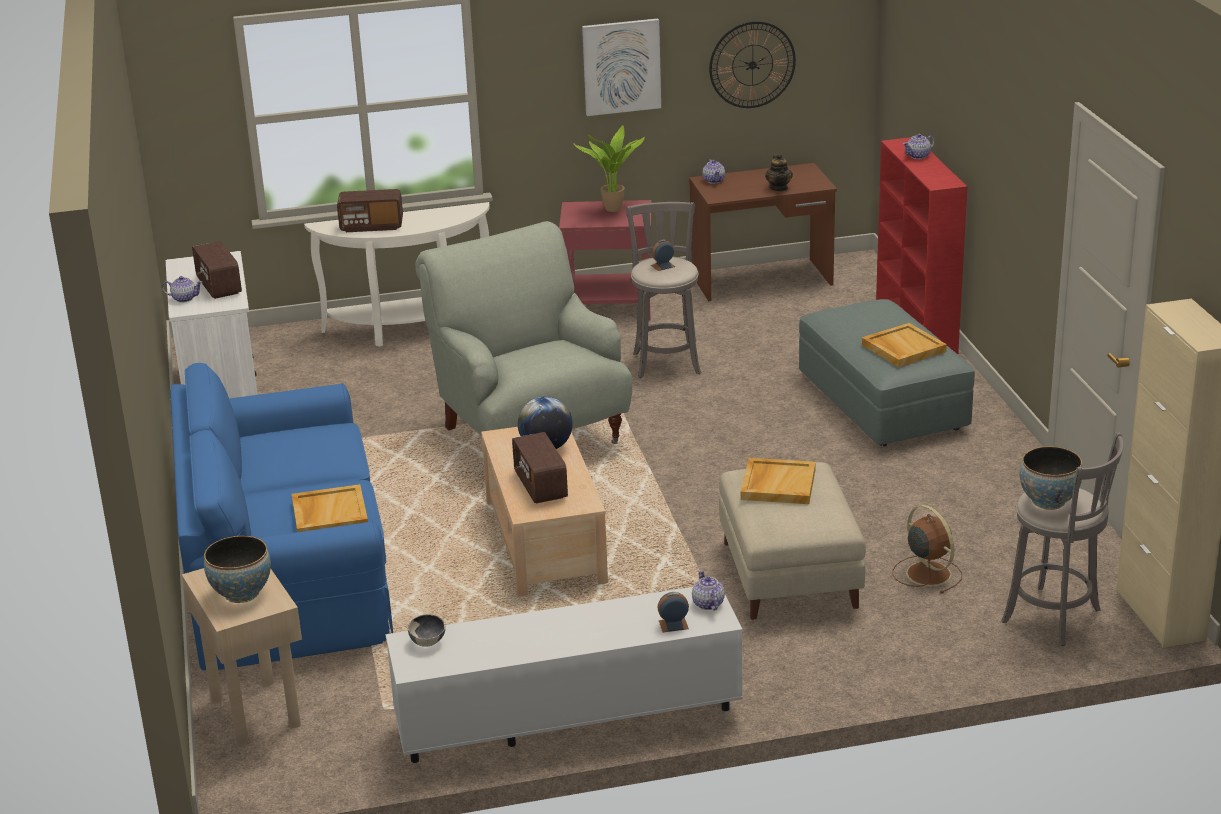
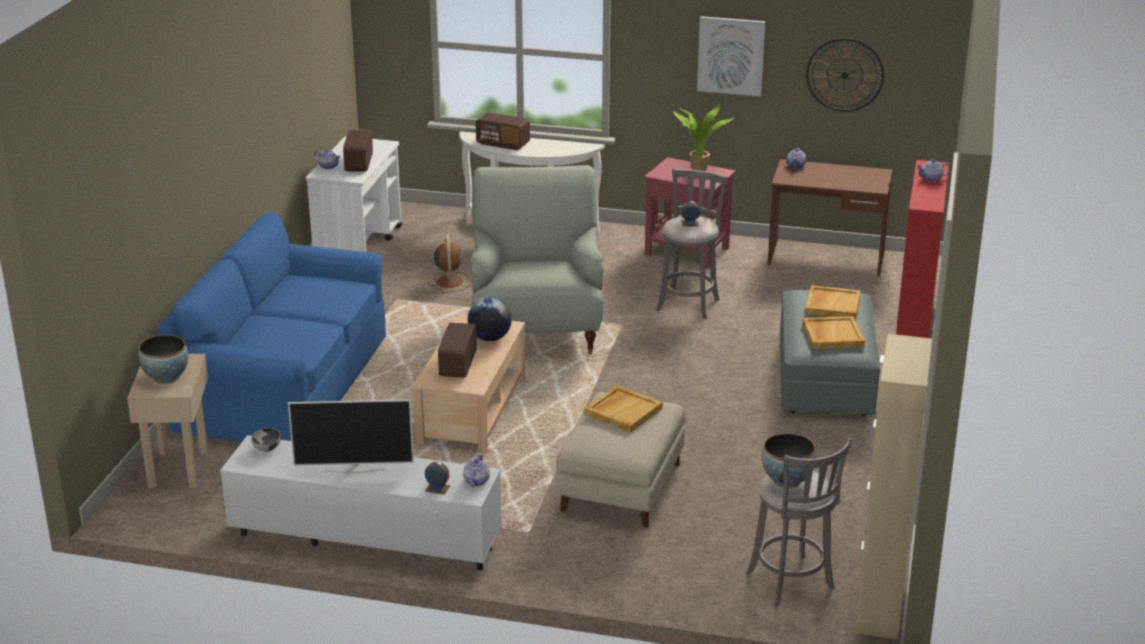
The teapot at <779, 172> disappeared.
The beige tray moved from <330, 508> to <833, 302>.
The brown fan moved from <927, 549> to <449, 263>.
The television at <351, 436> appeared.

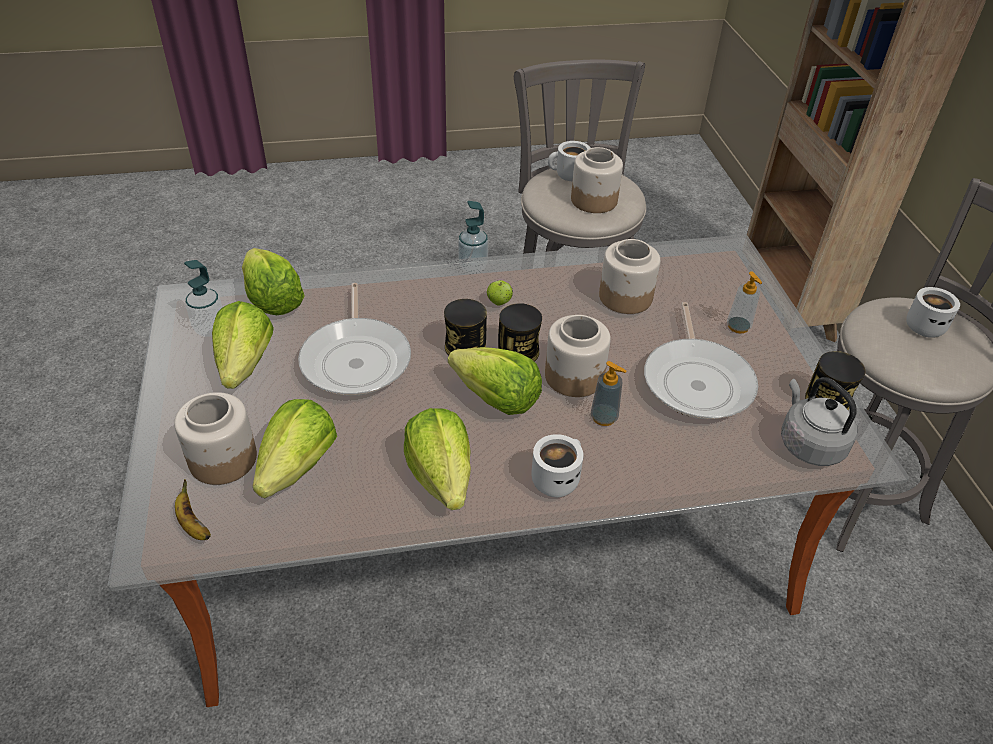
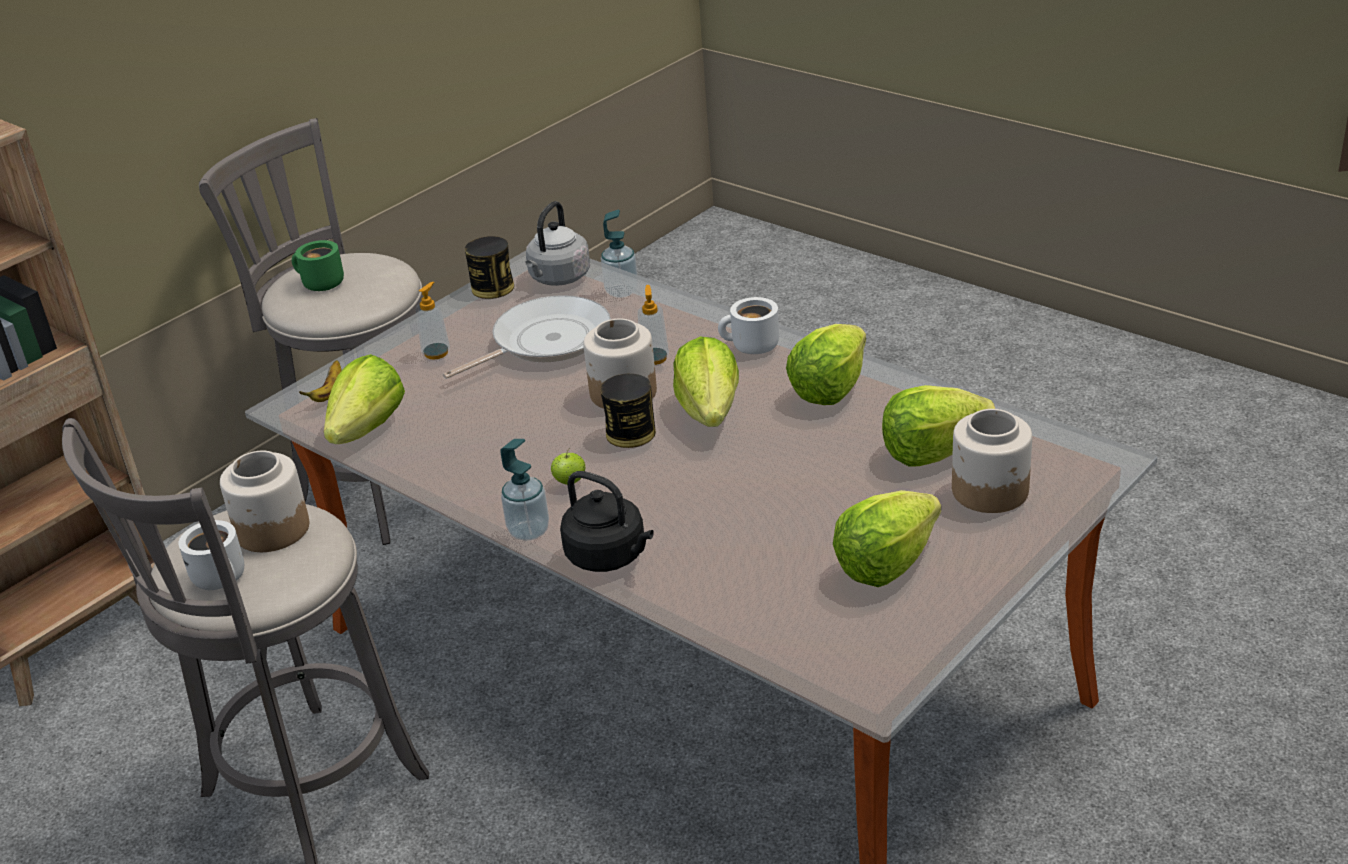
The jar at <629, 276> disappeared.
The lettuce moved from <273, 281> to <364, 399>.
The soap dispenser moved from <203, 298> to <619, 254>.
The frying pan at <354, 339> disappeared.
The white mug at <933, 312> became the green mug at <318, 265>.
The can at <465, 327> disappeared.
The banana moved from <193, 509> to <320, 381>.
The black kettle at <607, 521> appeared.

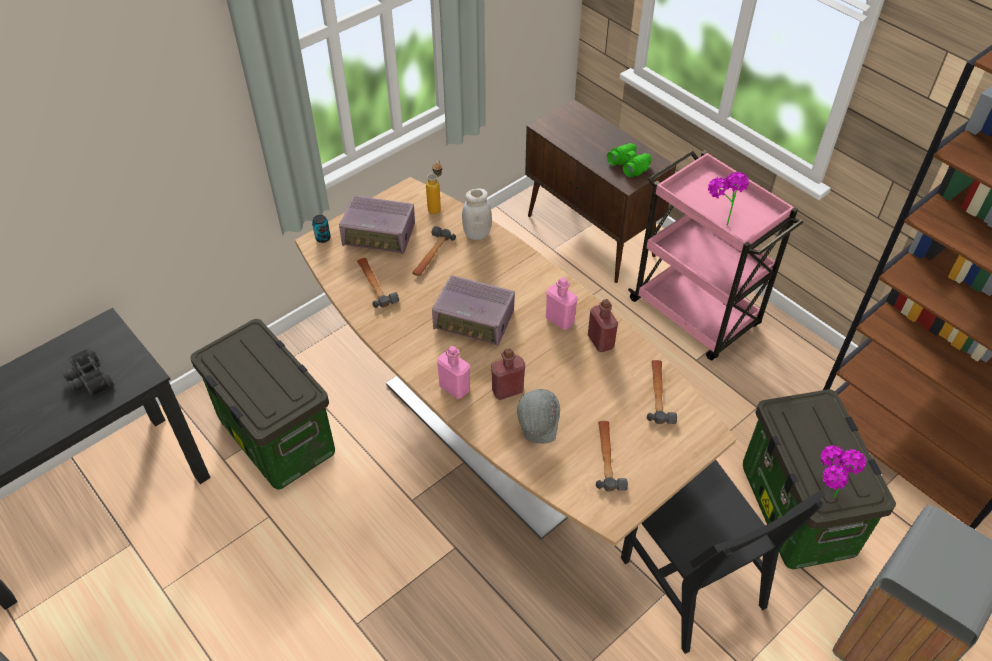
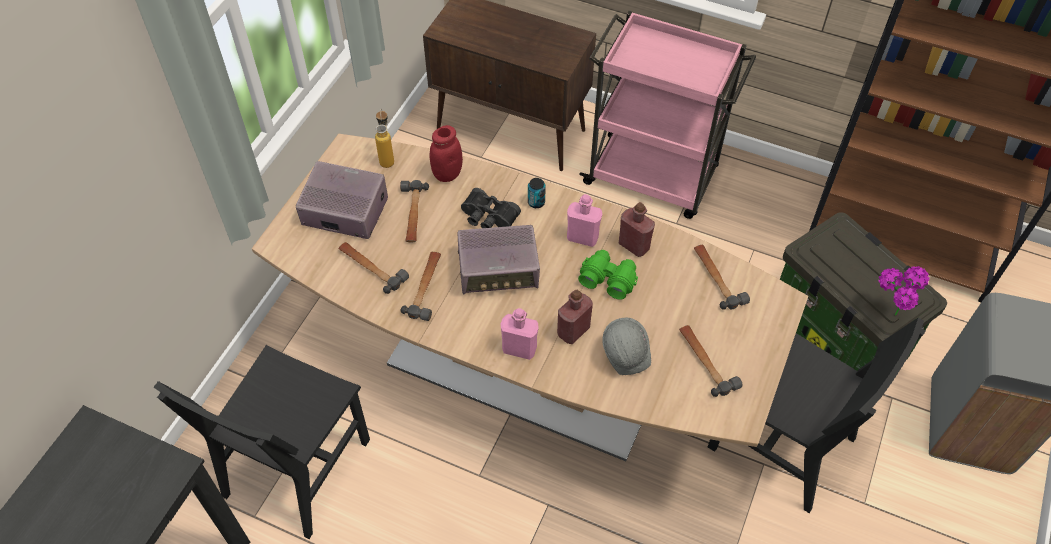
The green binoculars moved from <629, 160> to <608, 275>.
The potted plant at <728, 199> disappeared.
The white jar at <477, 214> became the red jar at <446, 153>.
The radio at <377, 225> turned 150 degrees counterclockwise.
The can moved from <321, 229> to <537, 193>.
The storage box at <262, 404> was replaced by the black chair at <261, 442>.
The black binoculars moved from <88, 372> to <491, 208>.
The hammer at <421, 286> appeared.

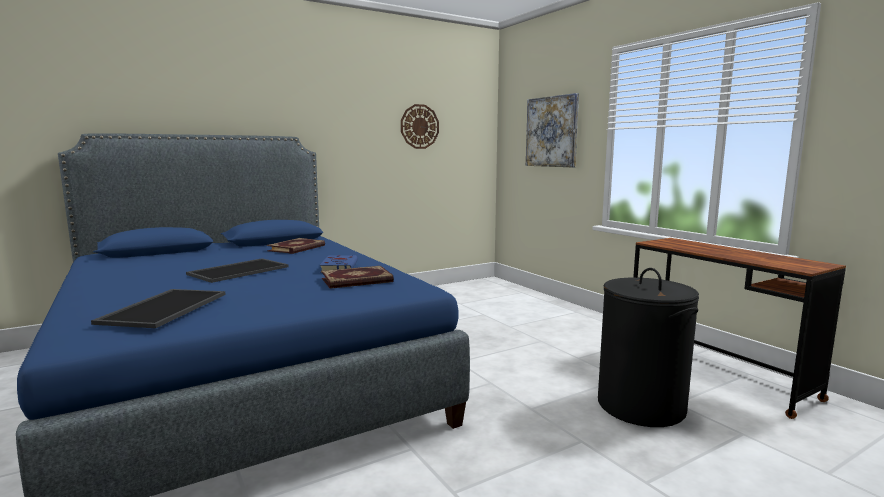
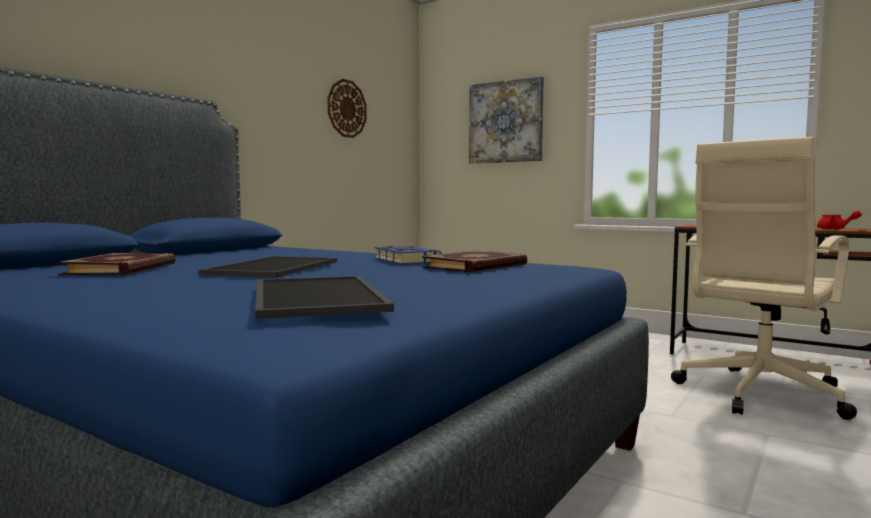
The book moved from <296, 246> to <116, 264>.
The black laundry basket at <648, 347> was replaced by the beige office chair at <764, 278>.
The red teapot at <839, 219> appeared.

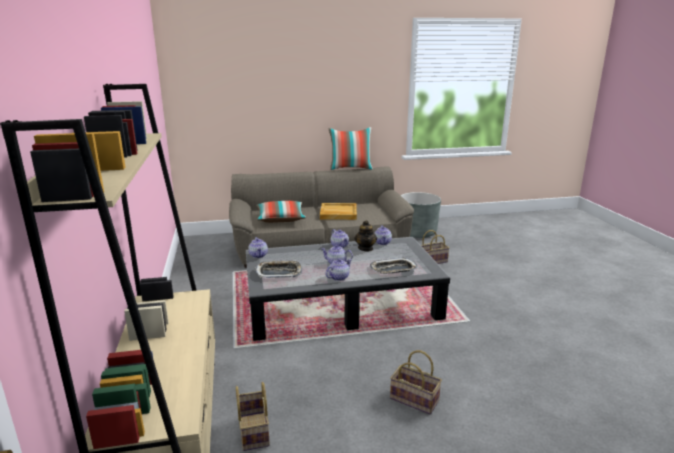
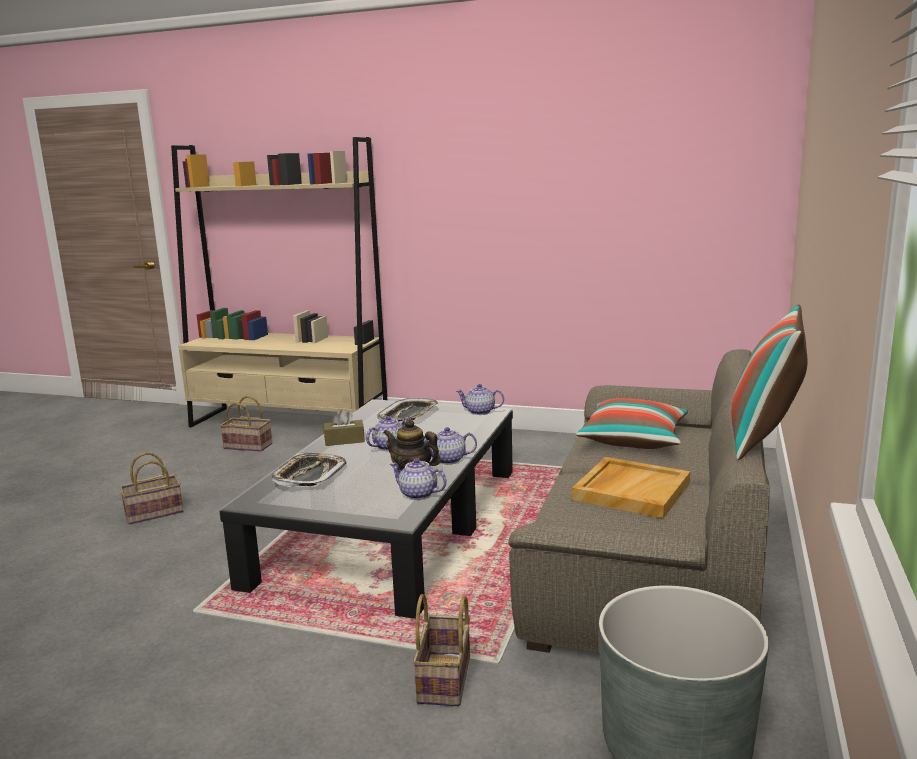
The teapot at <339, 270> was replaced by the brown tissue box at <344, 428>.

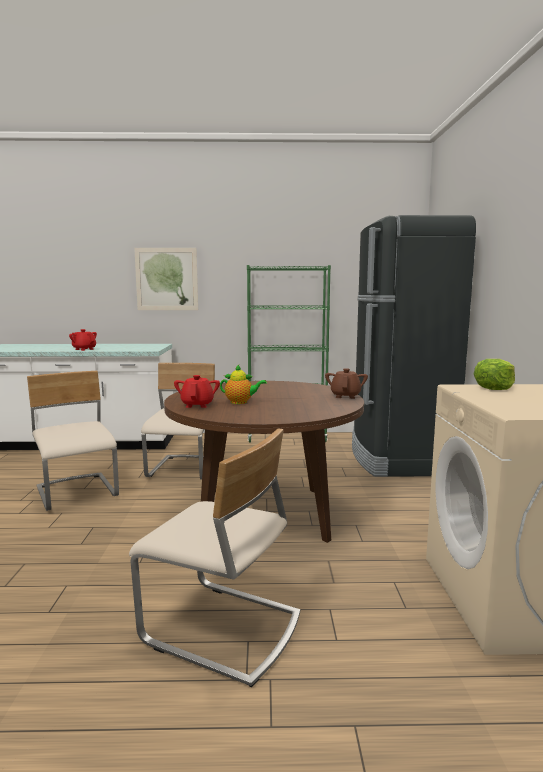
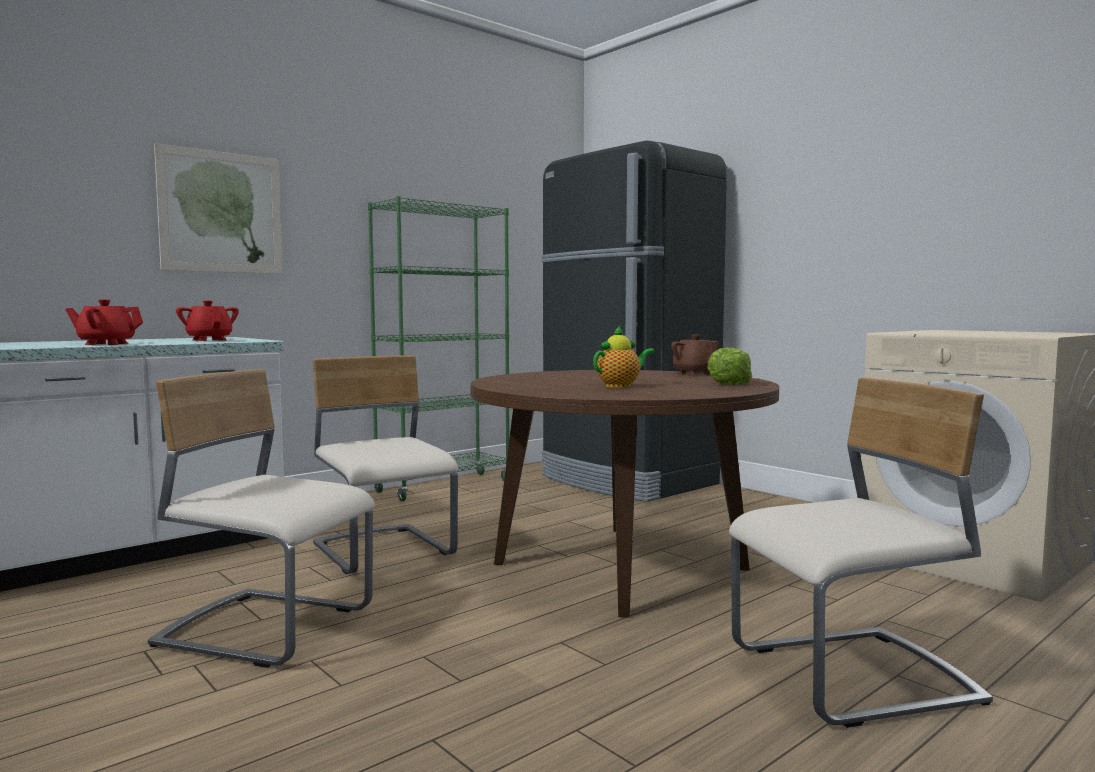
The lettuce moved from <494, 374> to <729, 366>.
The red teapot moved from <197, 391> to <207, 320>.

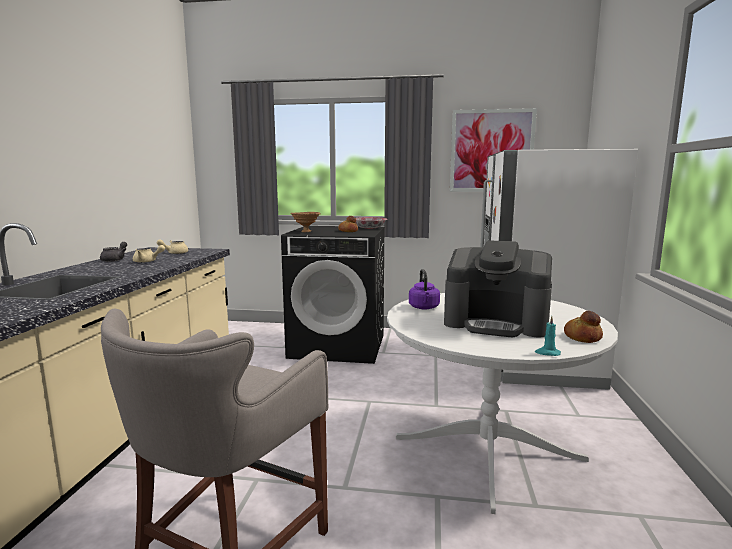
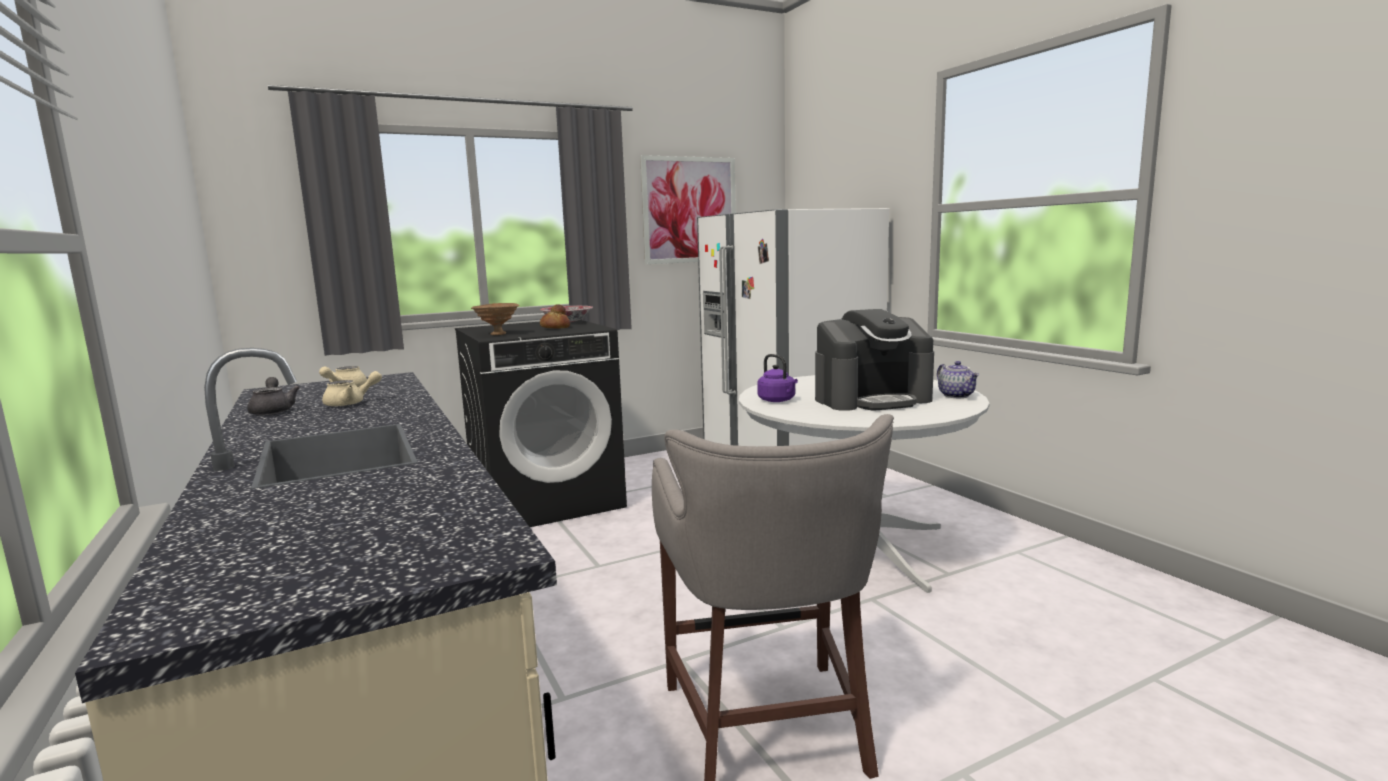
The bread at <583, 327> was replaced by the teapot at <958, 379>.
The turquoise candle at <548, 336> disappeared.

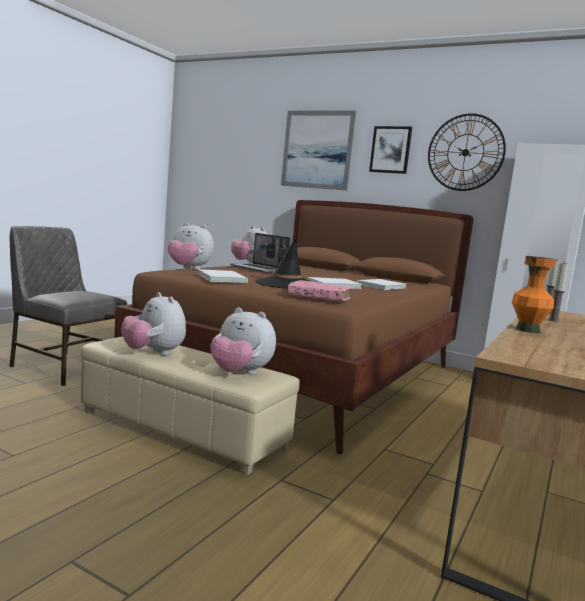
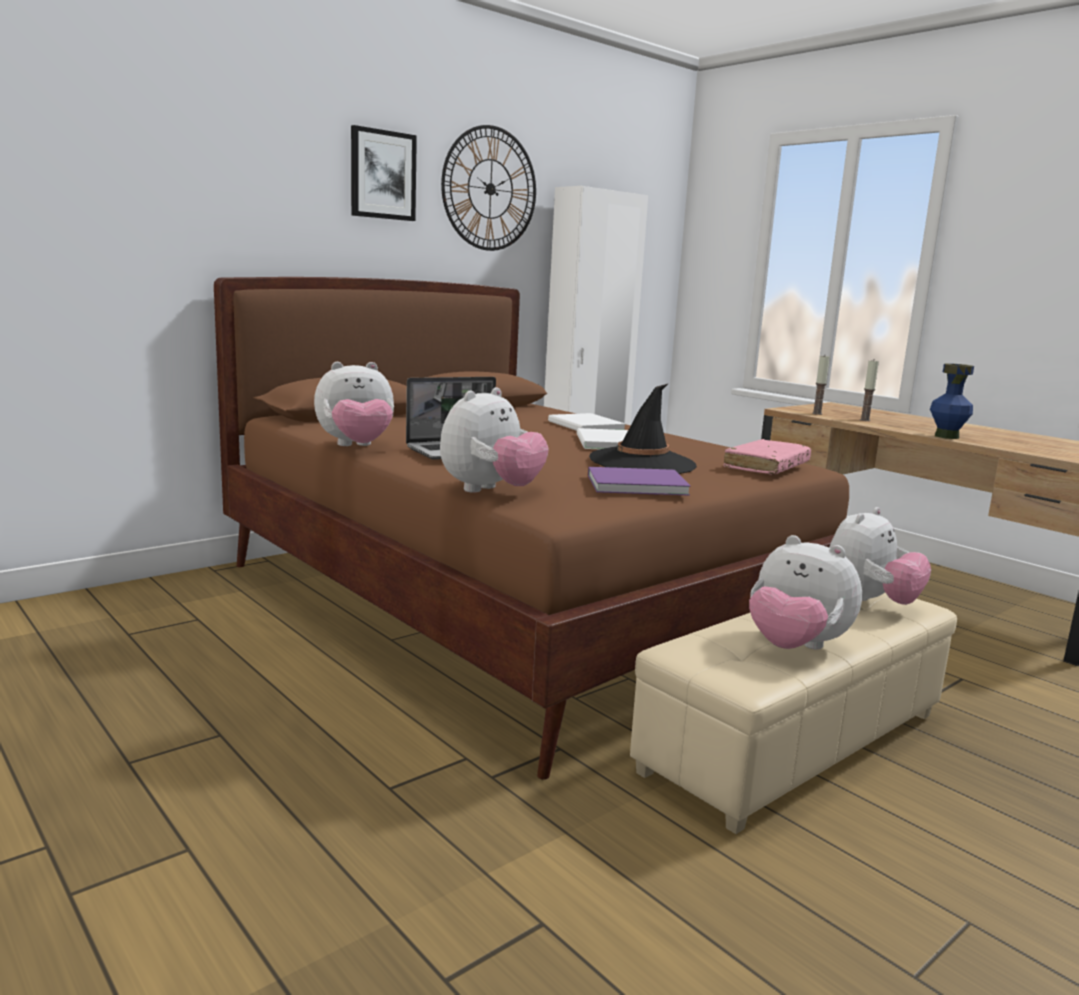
The picture at <318, 150> disappeared.
The grey chair at <68, 306> disappeared.
The orange vase at <534, 294> became the blue vase at <952, 401>.
The white book at <223, 276> became the purple book at <639, 481>.
The plush toy at <153, 324> turned 60 degrees clockwise.

